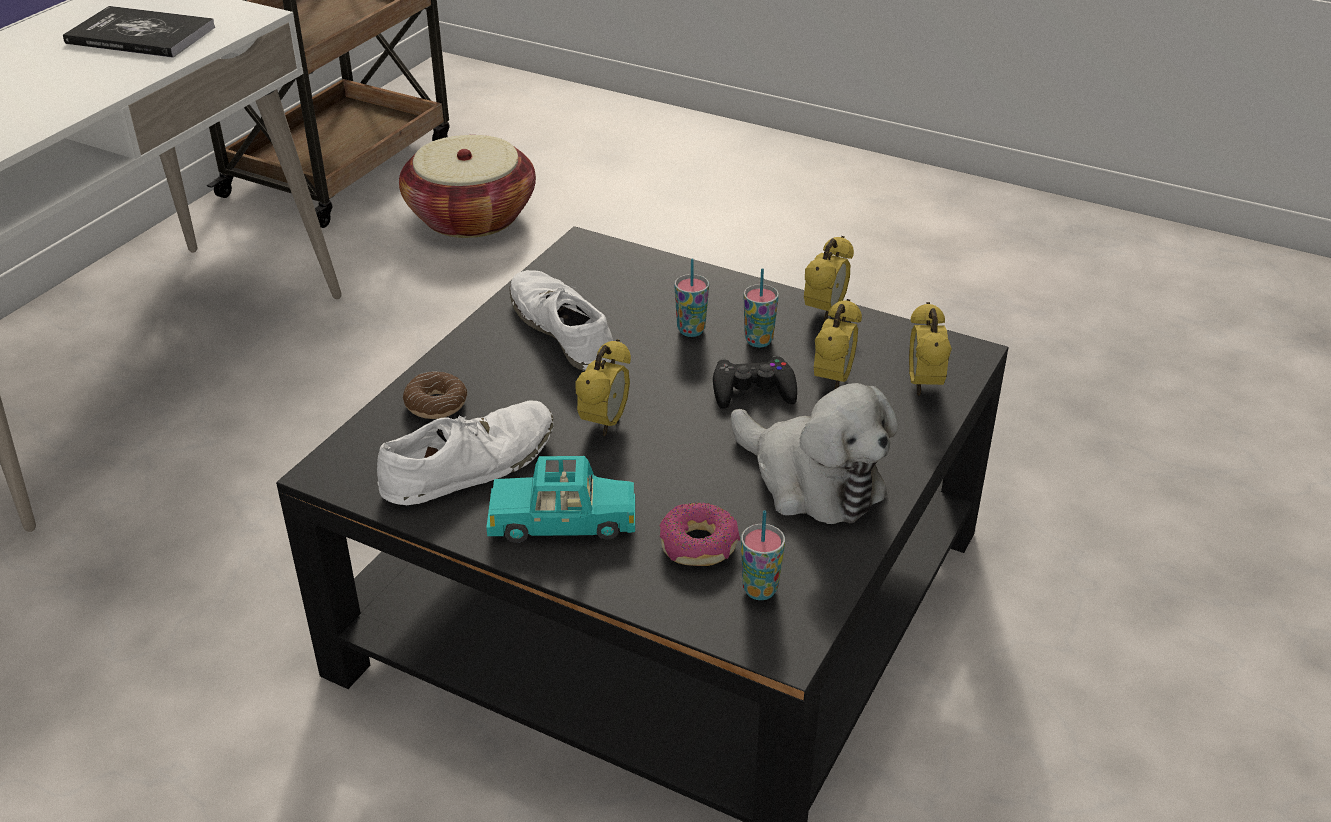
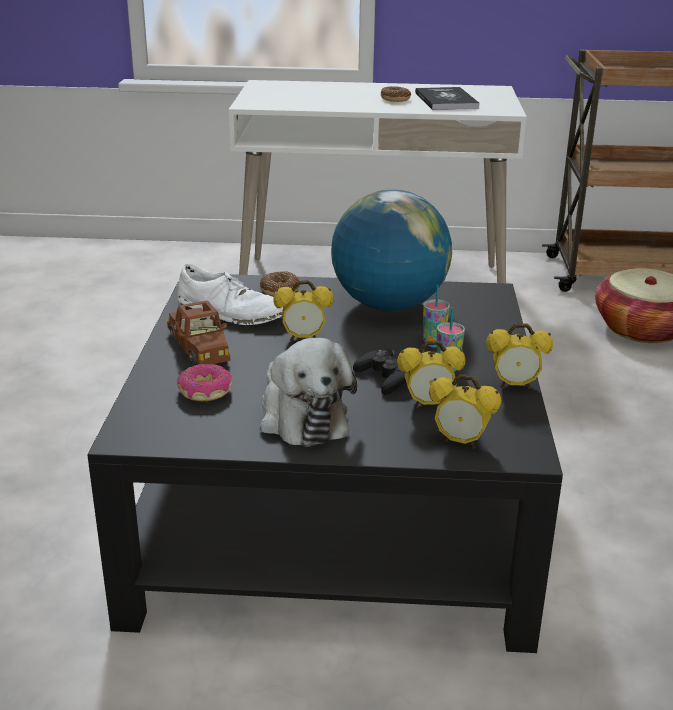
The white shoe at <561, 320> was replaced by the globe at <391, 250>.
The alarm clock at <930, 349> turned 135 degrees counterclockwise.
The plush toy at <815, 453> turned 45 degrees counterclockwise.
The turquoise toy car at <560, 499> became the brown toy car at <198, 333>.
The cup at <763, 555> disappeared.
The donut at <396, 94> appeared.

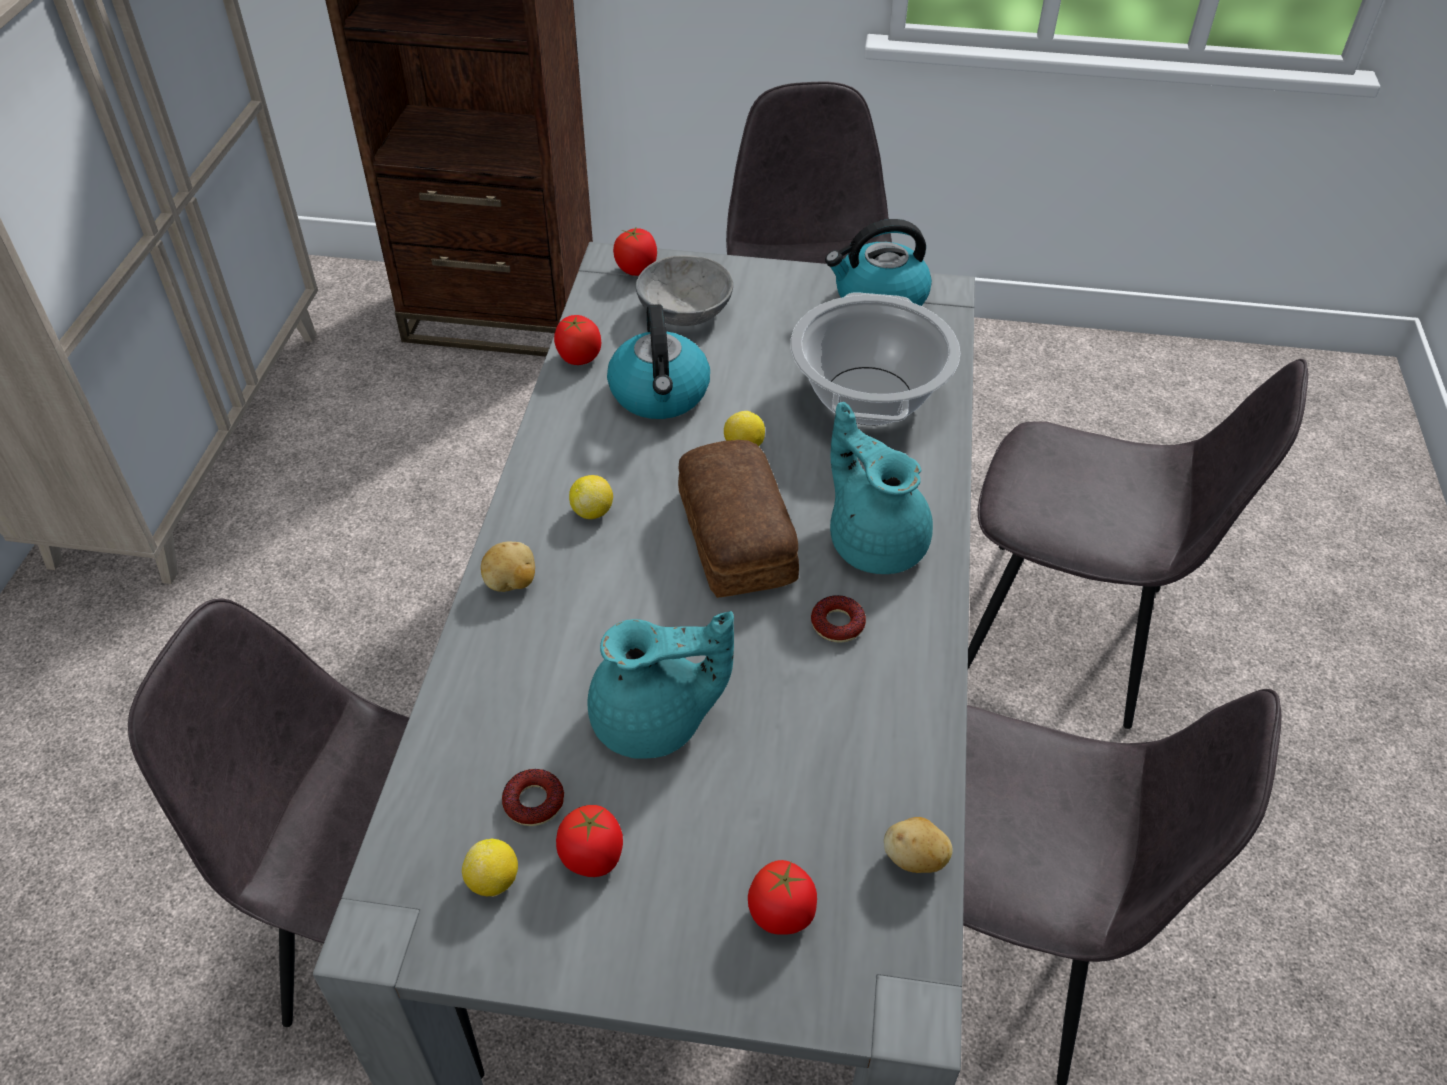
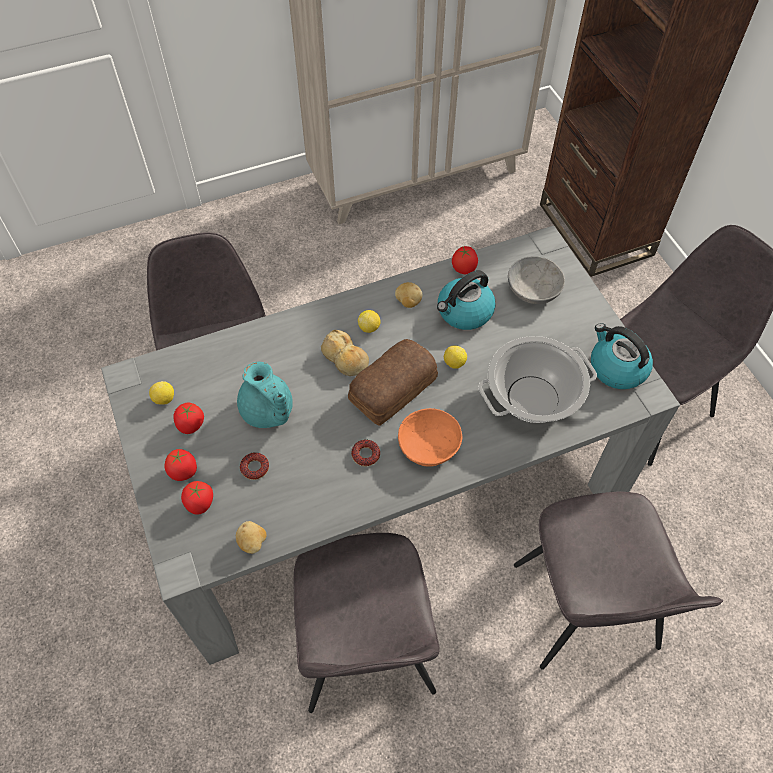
The tomato moved from <635, 252> to <181, 465>.
The turquoise teapot at <881, 488> was replaced by the orange bowl at <430, 437>.
The potato moved from <508, 566> to <408, 295>.
The donut moved from <533, 797> to <254, 466>.
The bread at <345, 353> appeared.

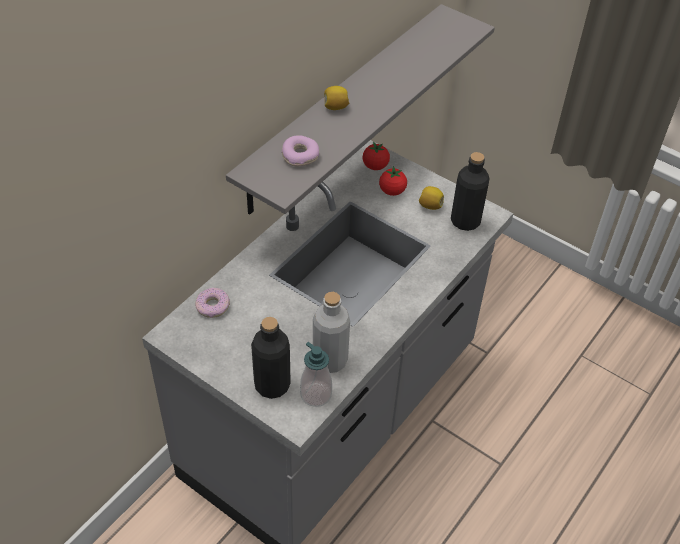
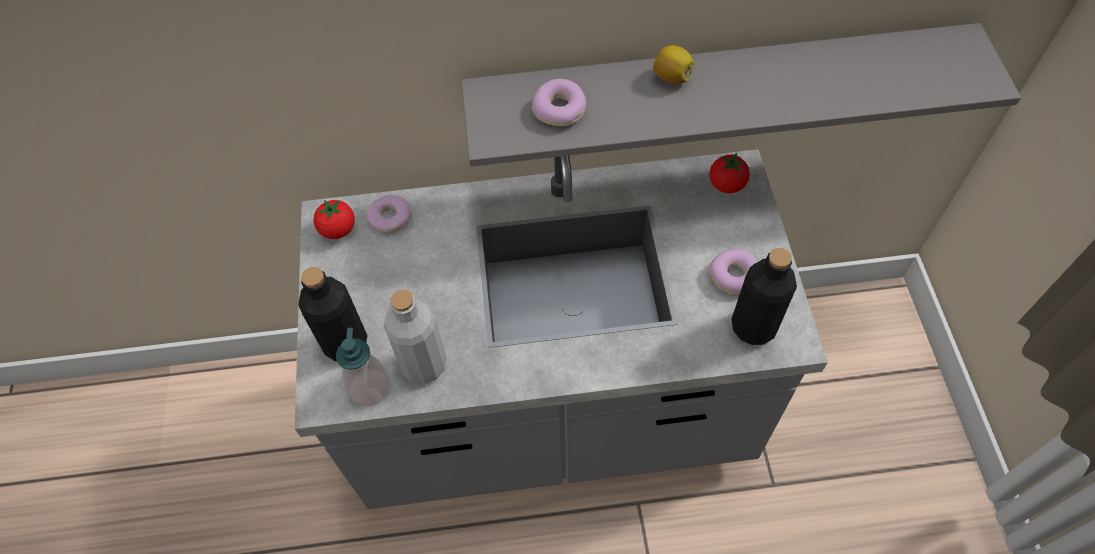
The tomato moved from <393, 181> to <334, 219>.
The lemon at <431, 198> was replaced by the donut at <733, 272>.

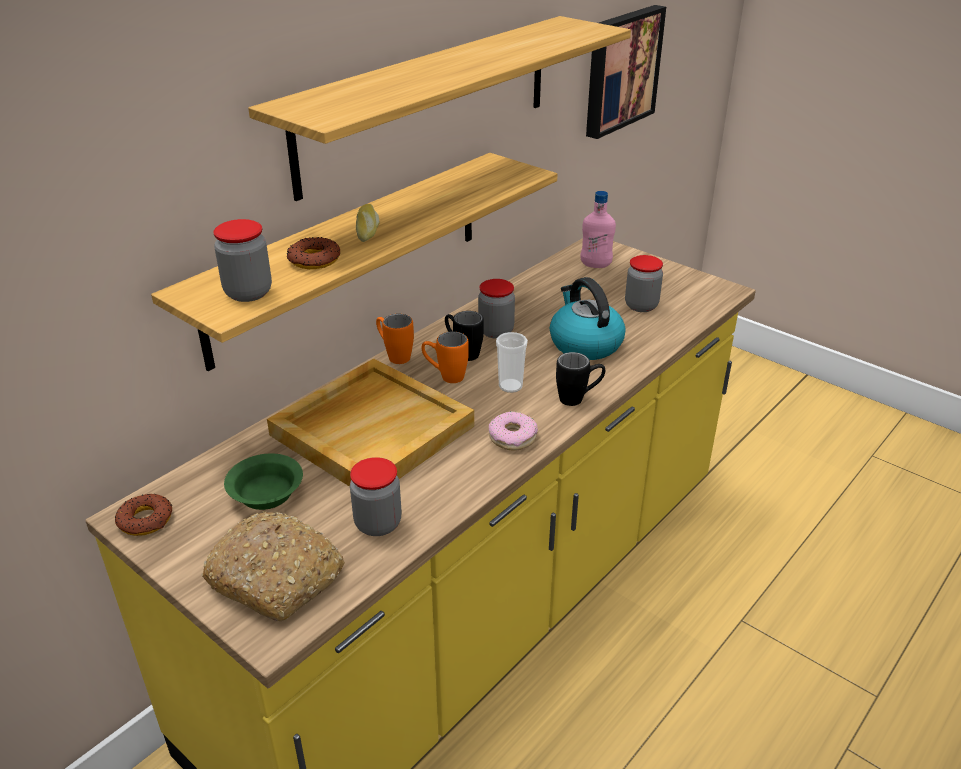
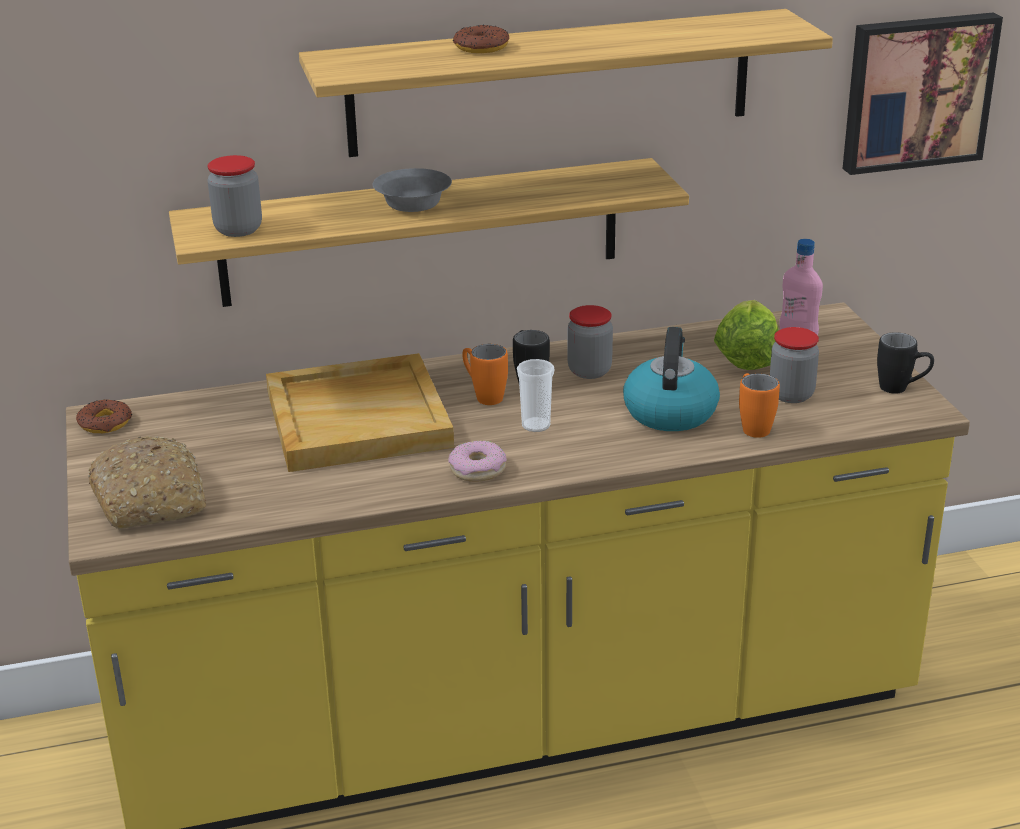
The bread at <368, 223> was replaced by the grey bowl at <412, 190>.
The donut moved from <313, 253> to <481, 39>.
The orange mug moved from <395, 339> to <759, 405>.
The black mug moved from <580, 379> to <905, 363>.
The green bowl at <263, 481> disappeared.
The jar at <376, 496> disappeared.
The lettuce at <746, 335> appeared.

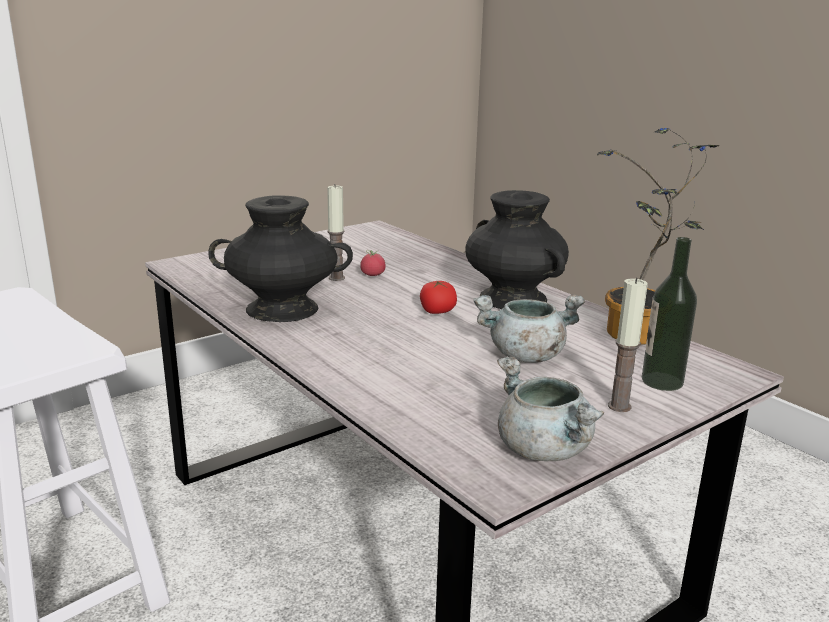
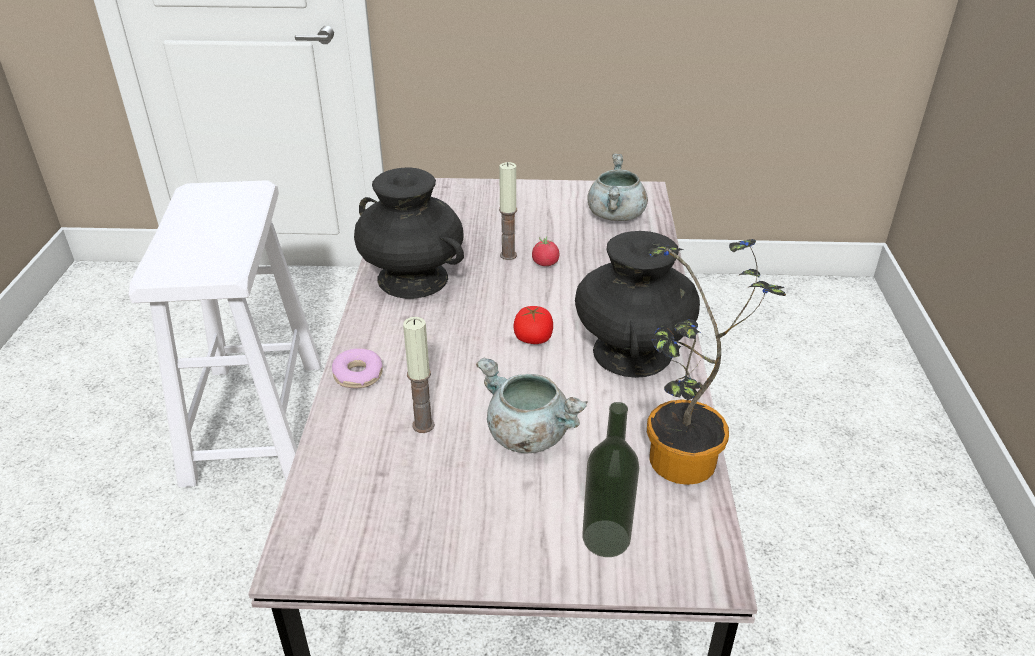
The candle moved from <628, 345> to <419, 375>.
The grey cooking pot moved from <550, 409> to <617, 187>.
The donut at <357, 368> appeared.

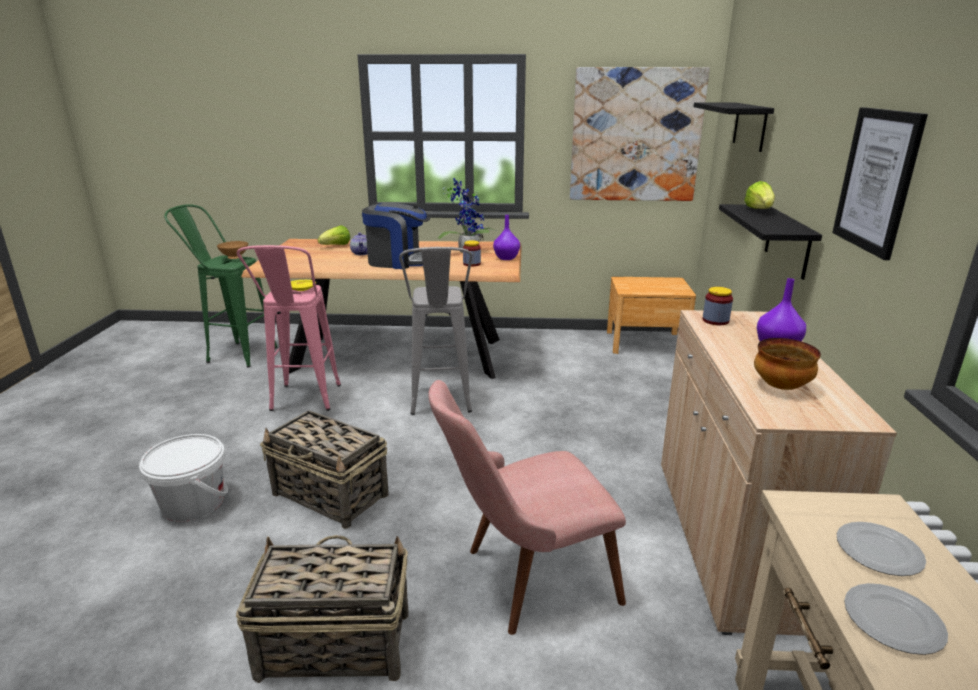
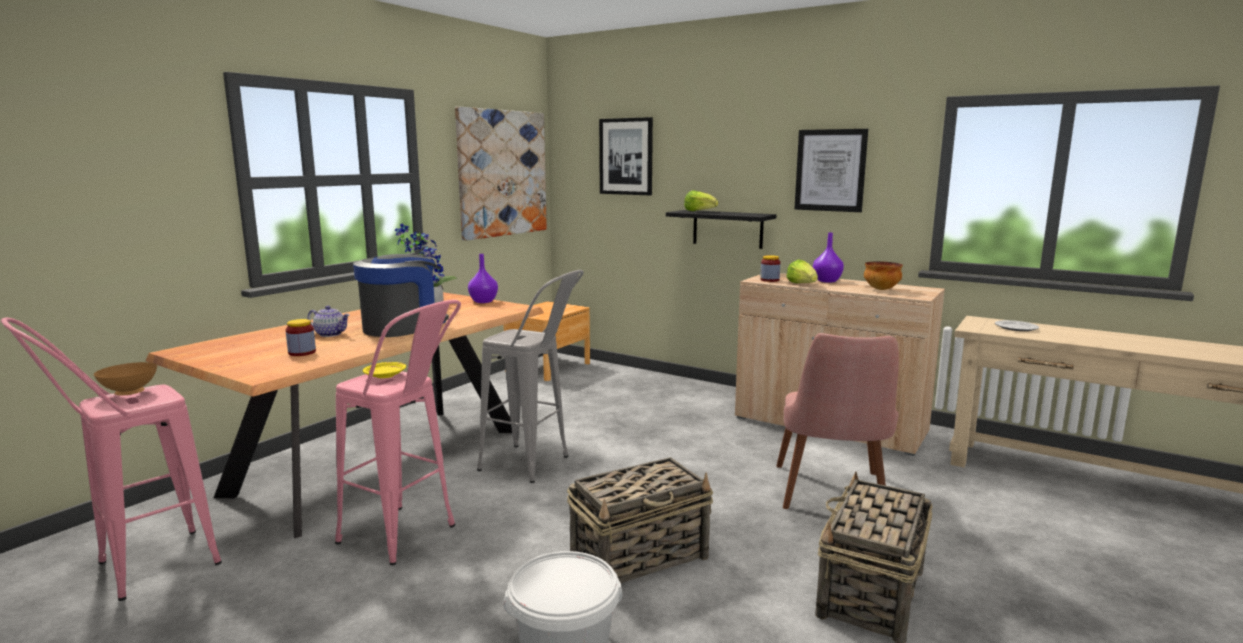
The black shelf at <734, 127> was replaced by the picture at <626, 156>.
The green stool at <220, 285> became the pink stool at <111, 459>.
The lettuce moved from <334, 235> to <802, 271>.
The jar moved from <472, 253> to <301, 337>.
The plate at <896, 619> disappeared.

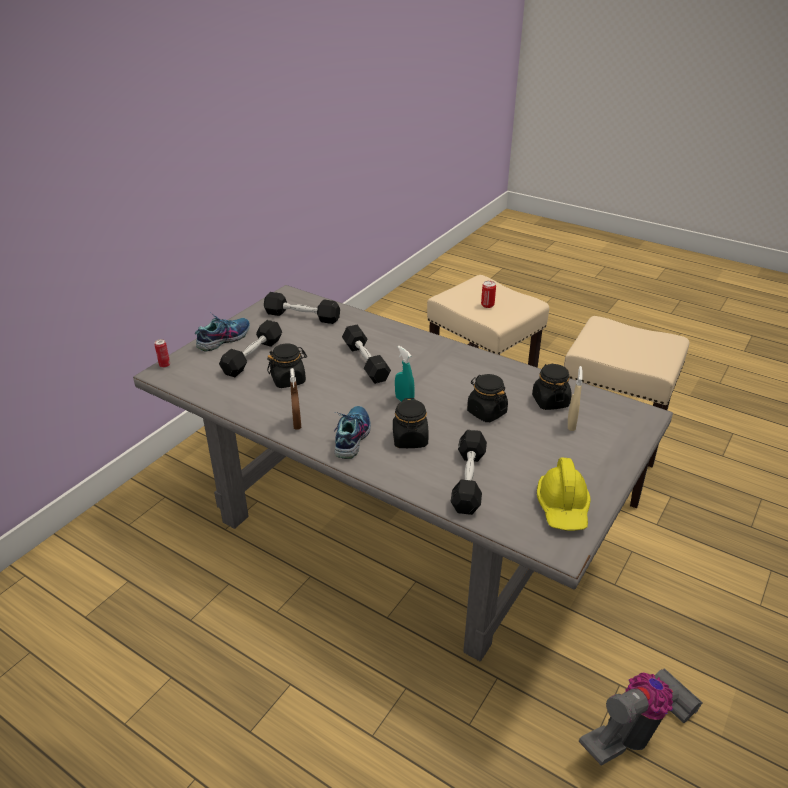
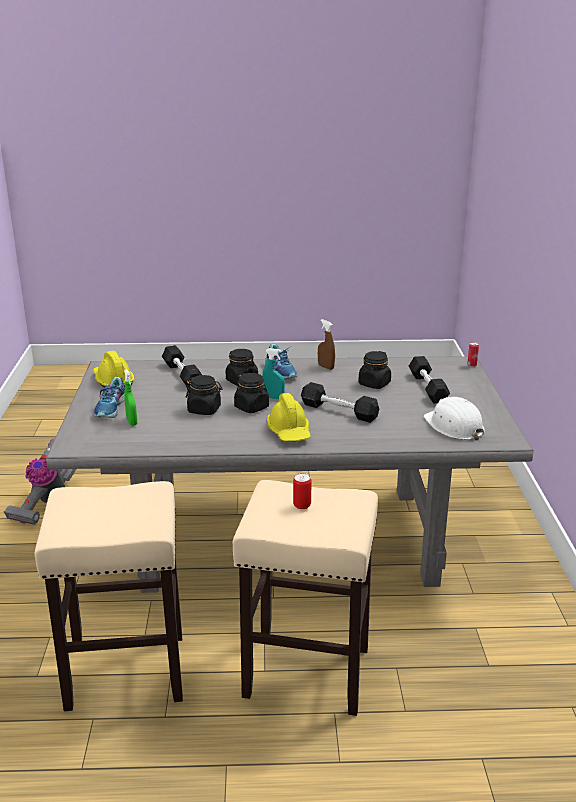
The black dumbbell at <302, 308> was replaced by the white hard hat at <454, 418>.
The shoe moved from <222, 332> to <109, 397>.
The black jar moved from <552, 387> to <251, 393>.
The beige spray bottle at <575, 398> became the green spray bottle at <130, 397>.
The yellow hard hat at <289, 417> appeared.

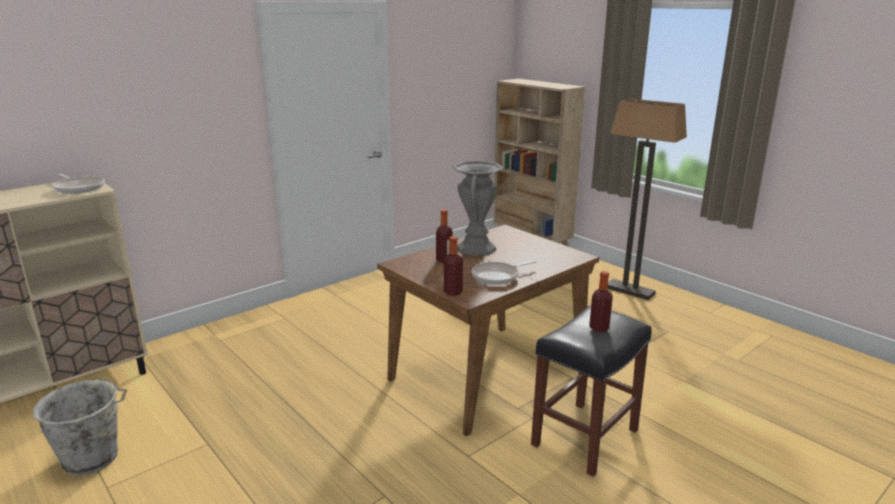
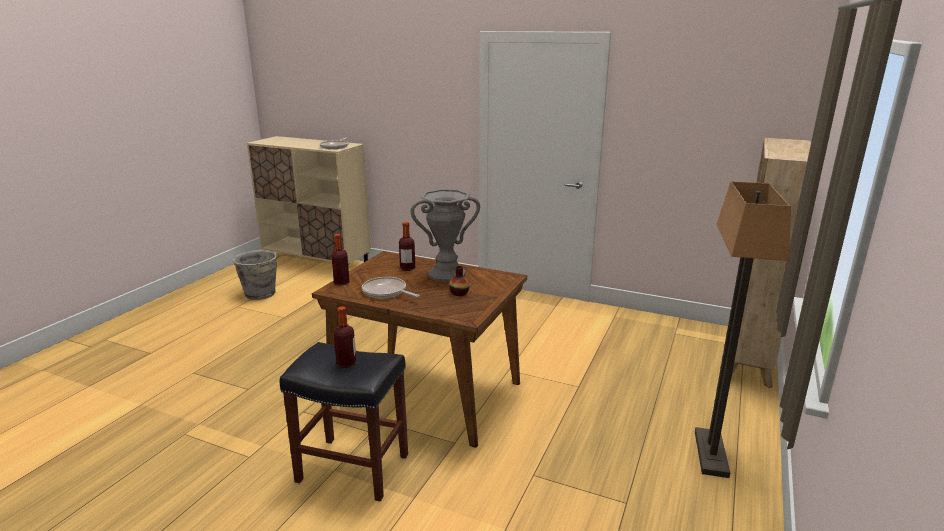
The vase at <459, 281> appeared.

